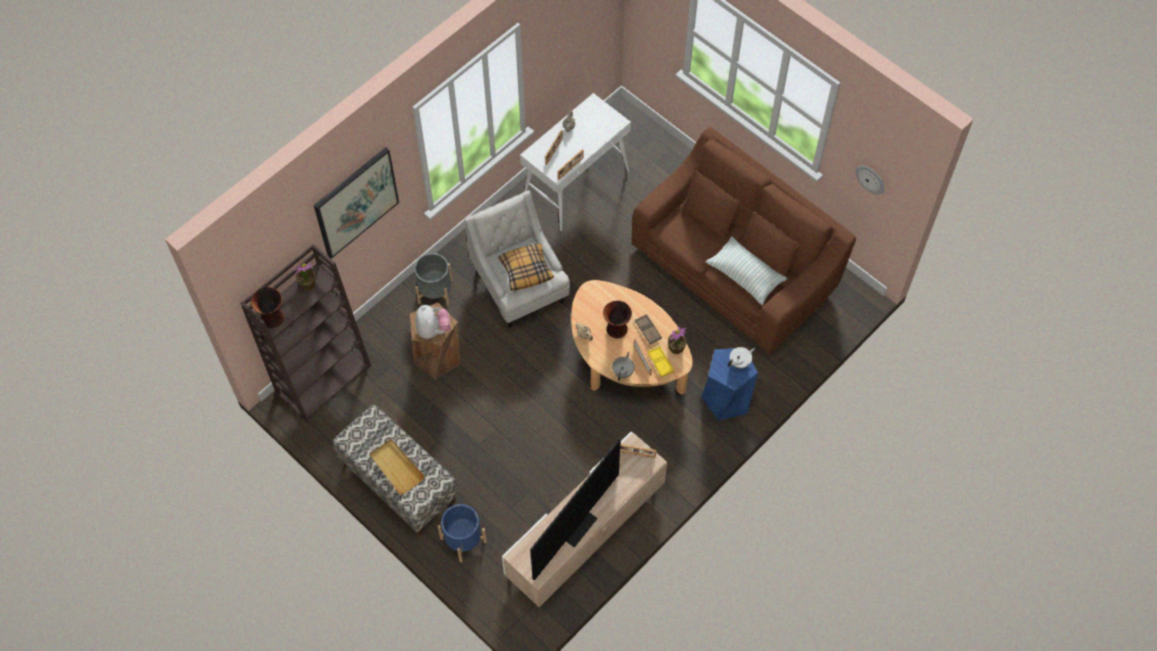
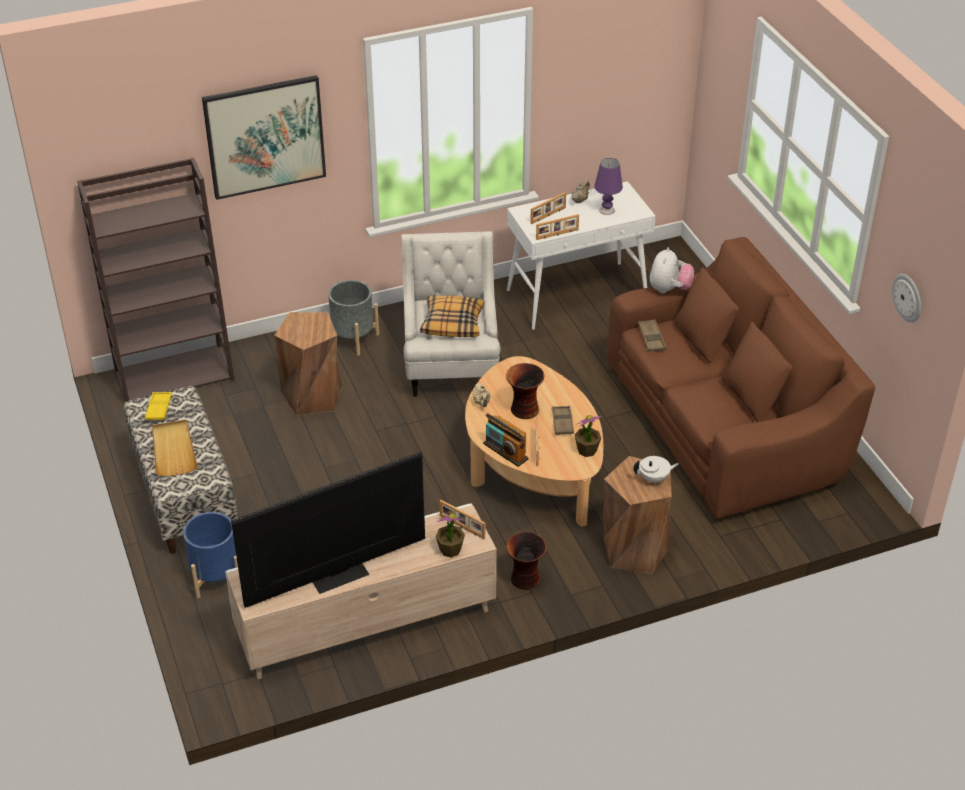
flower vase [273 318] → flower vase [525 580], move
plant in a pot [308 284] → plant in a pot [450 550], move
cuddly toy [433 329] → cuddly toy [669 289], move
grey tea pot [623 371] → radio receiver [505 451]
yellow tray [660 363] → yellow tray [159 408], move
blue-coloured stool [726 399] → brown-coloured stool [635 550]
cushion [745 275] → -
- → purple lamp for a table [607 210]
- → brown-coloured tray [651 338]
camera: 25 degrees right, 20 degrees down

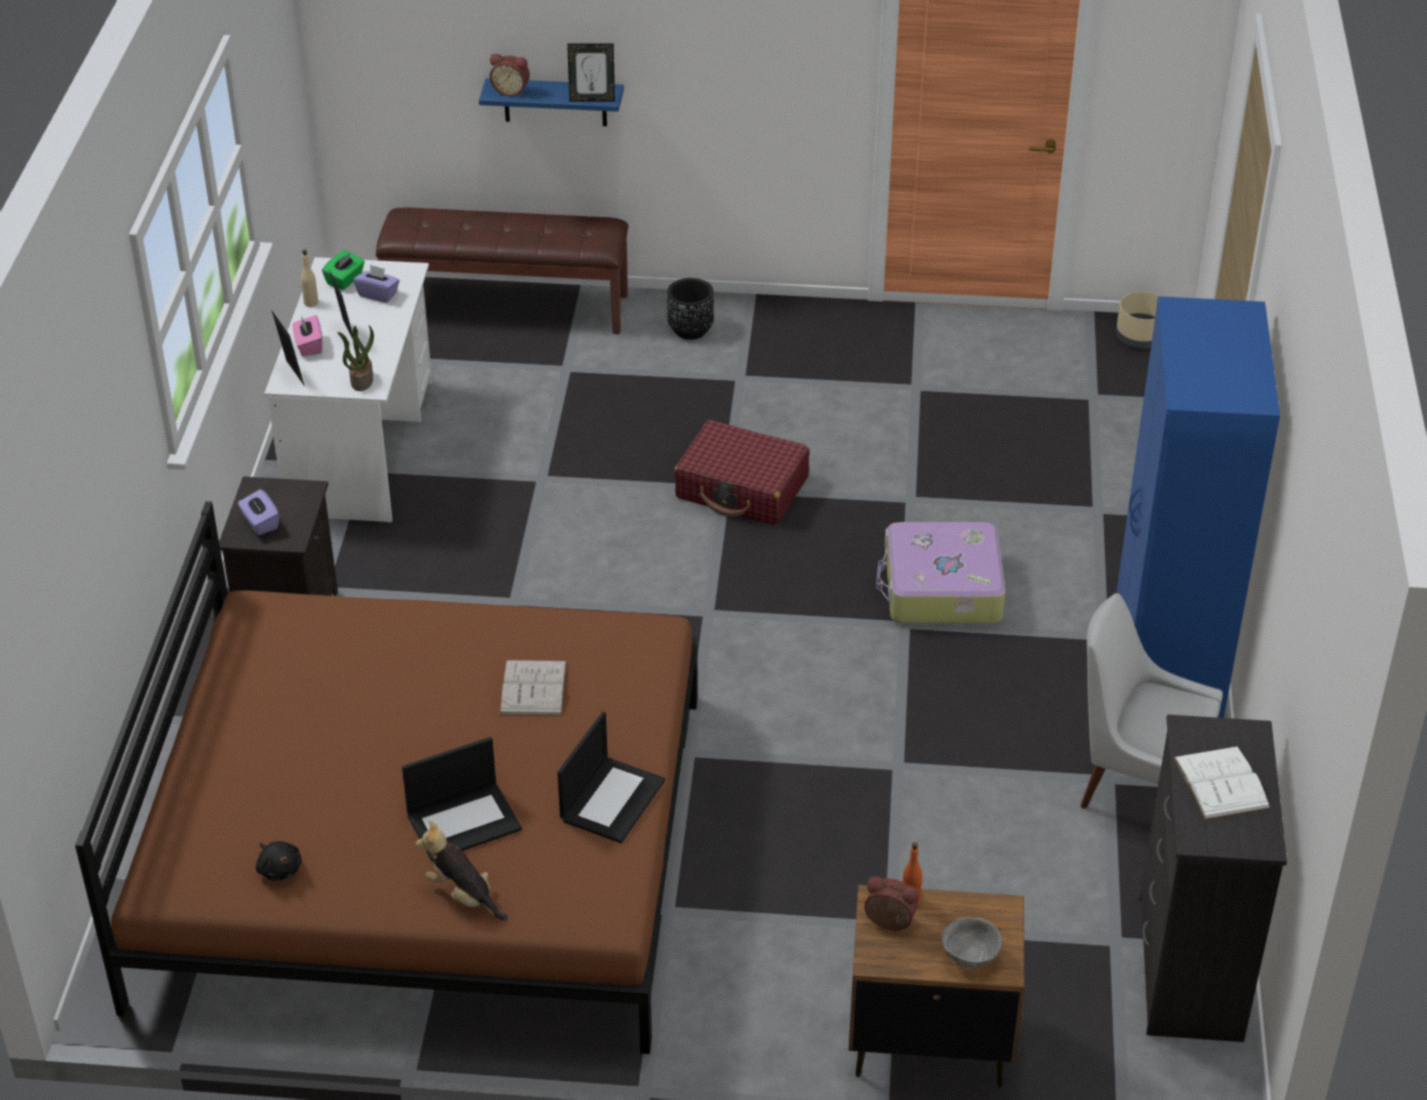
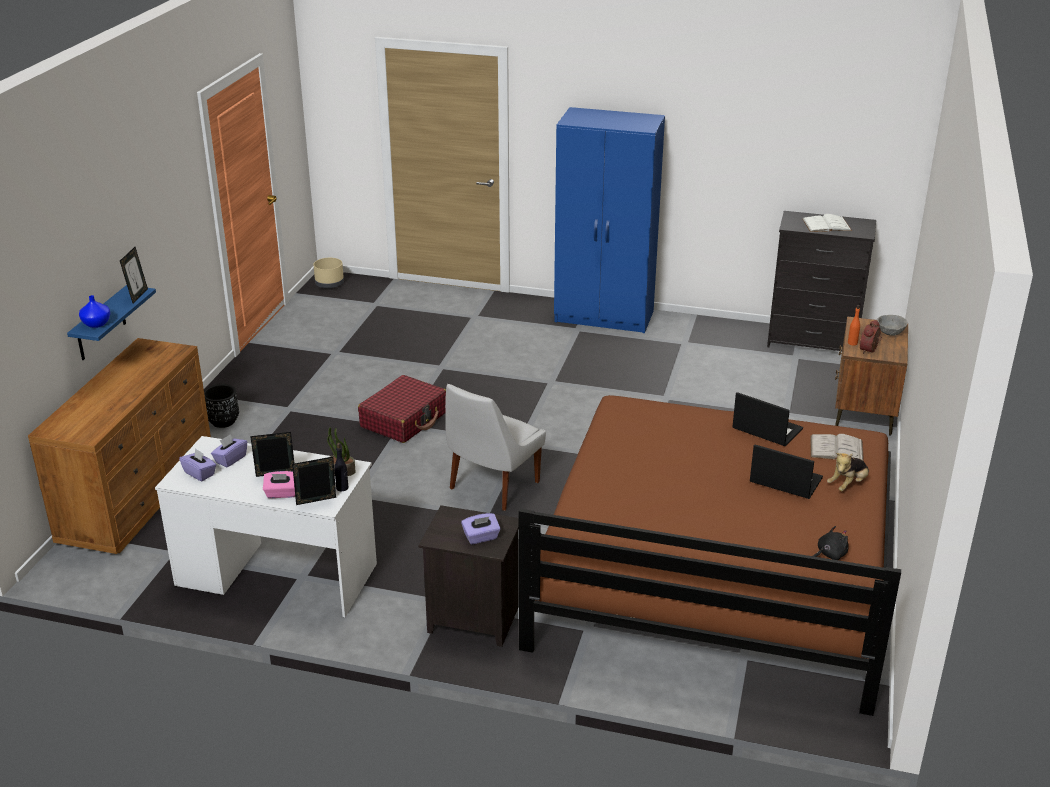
beige beverage bottle [310 302] → -
green box of tissues [345 280] → purple box of tissues [200 473]
brown-coloured indoor bench [508 307] → brown-coloured dresser [139 494]
portable computer [464 821] → portable computer [784 480], 45 degrees counterclockwise
bedside clock [511 90] → blue-coloured flower vase [96 323]
white-coloured bound book [533 688] → white-coloured bound book [836 449], move
piece of luggage [941 589] → -
white-coloured plain chair [1136 784] → white-coloured plain chair [492 487], move
- → black-coloured beverage bottle [342 488]
camera: 80 degrees left, 10 degrees down

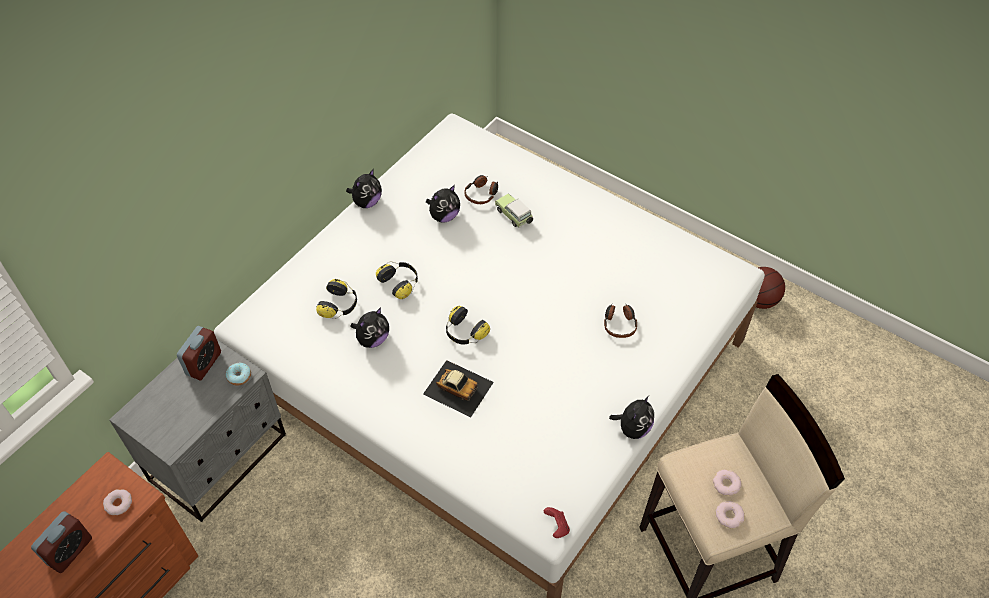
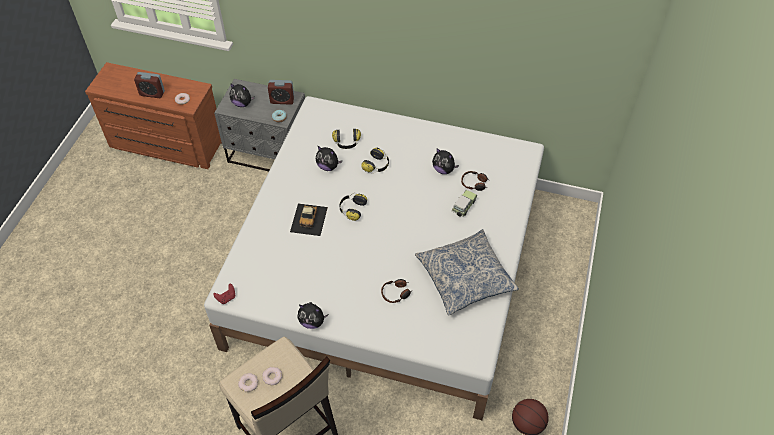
cuddly toy [367 202] → cuddly toy [242 103], move
- → cushion [465 277]
camera: 70 degrees right, 0 degrees up

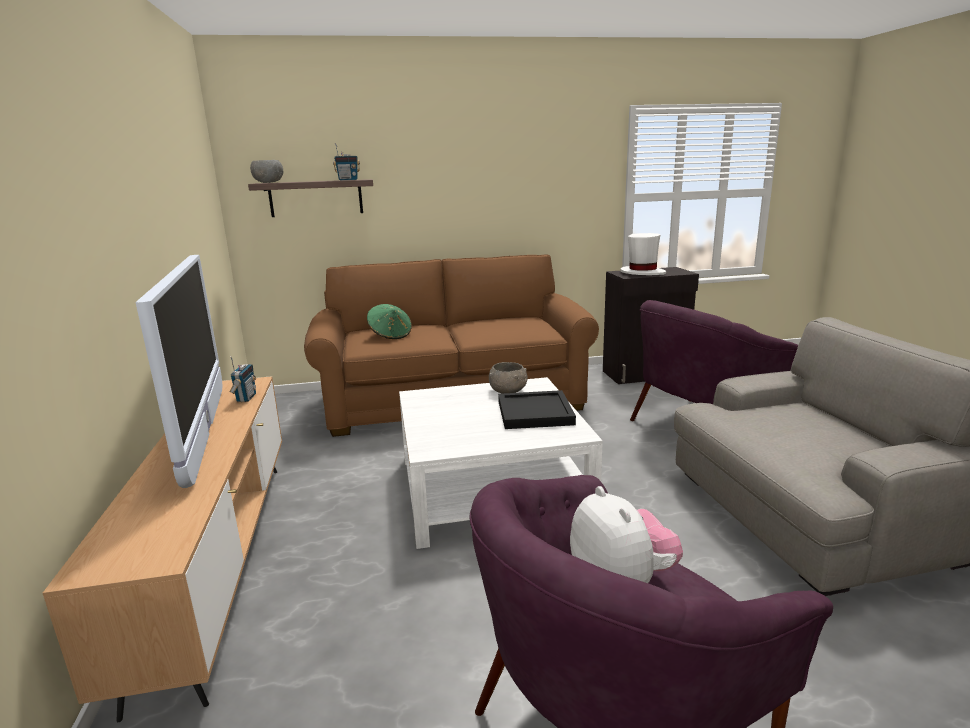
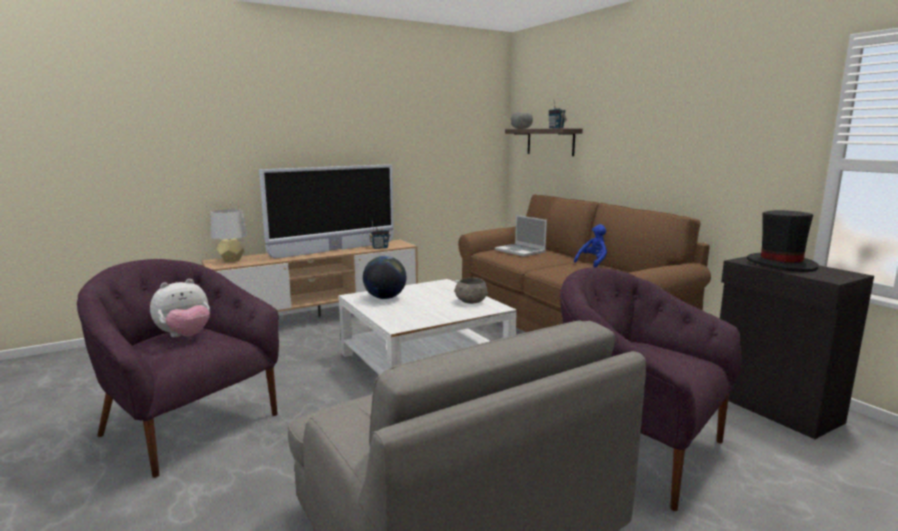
green clothing hat [390 335] → portable computer [521 251]
black-coloured tray [535 412] → -
white-coloured clothing hat [642 273] → black-coloured clothing hat [781 264]
- → grey lamp for a table [231 260]
- → globe [385 298]
- → blue-coloured cuddly toy [593 262]
camera: 70 degrees right, 5 degrees down

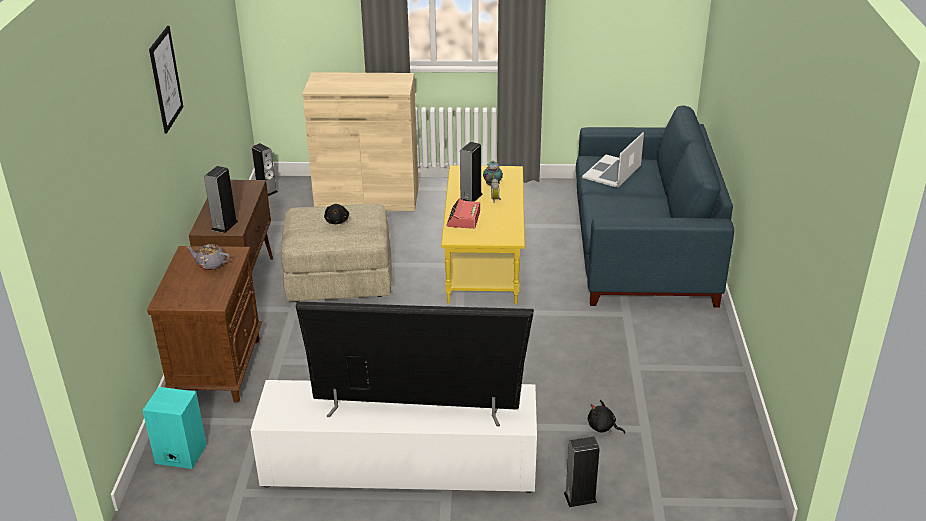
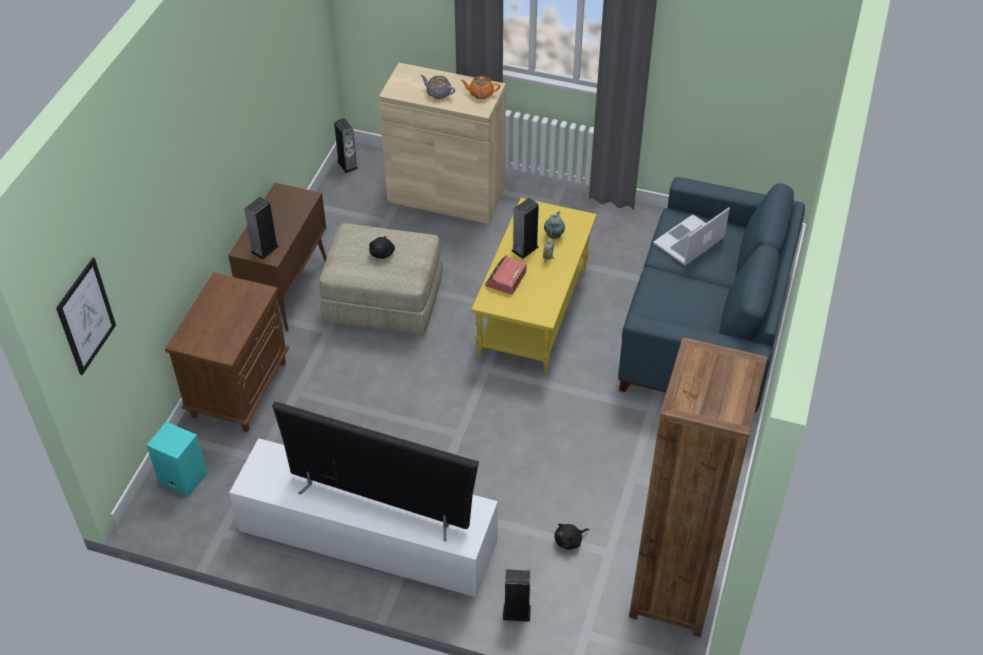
picture [166 79] → picture [86 316], move
grey tea pot [210 264] → grey tea pot [438 93], move
black-coloured cuddly toy [603 427] → black-coloured cuddly toy [569 541], 75 degrees counterclockwise
- → orange tea pot [480 93]
- → brown-coloured shelving unit [674 590]
camera: 15 degrees right, 15 degrees up

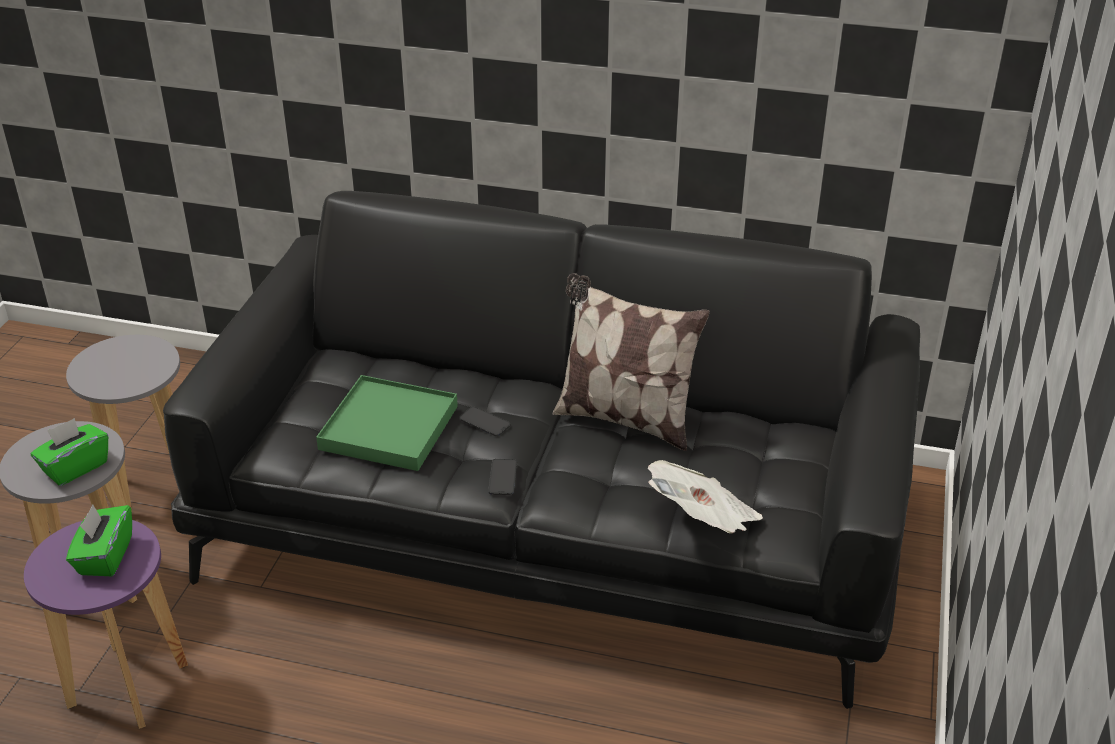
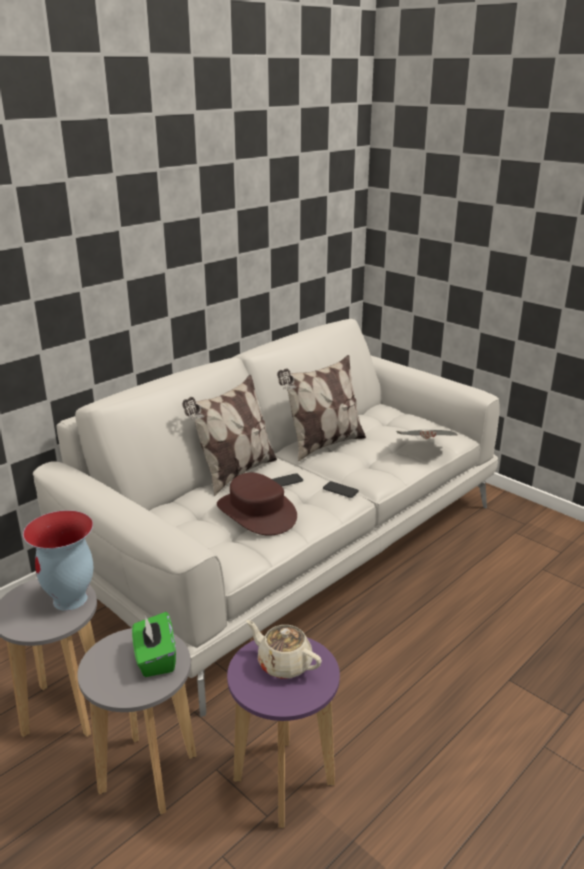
green box of tissues [105 556] → beige tea pot [283 663]
black-coloured settee [557 523] → white-coloured settee [292 542]
green tray [389 428] → brown-coloured clothing hat [257 512]
- → flower vase [70 600]
- → cushion [234 473]
camera: 60 degrees left, 10 degrees down

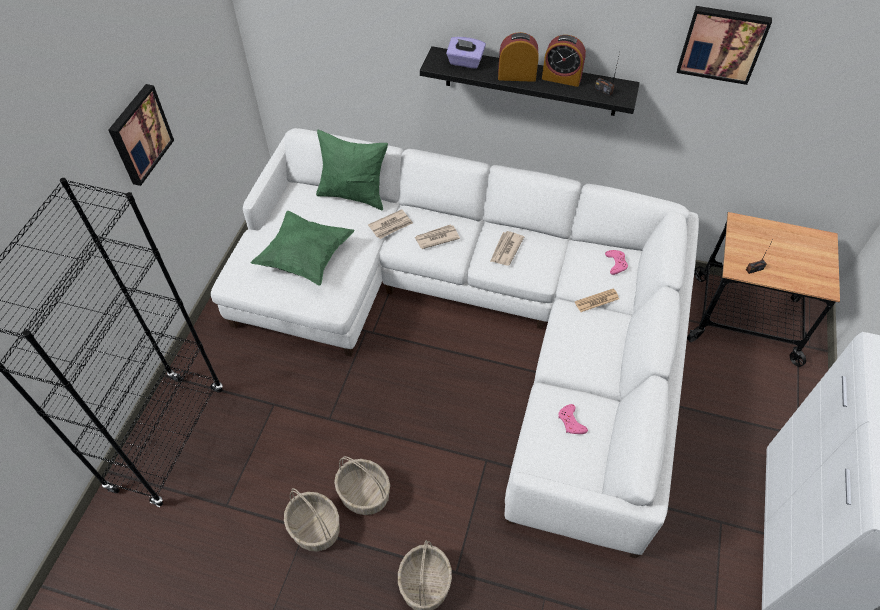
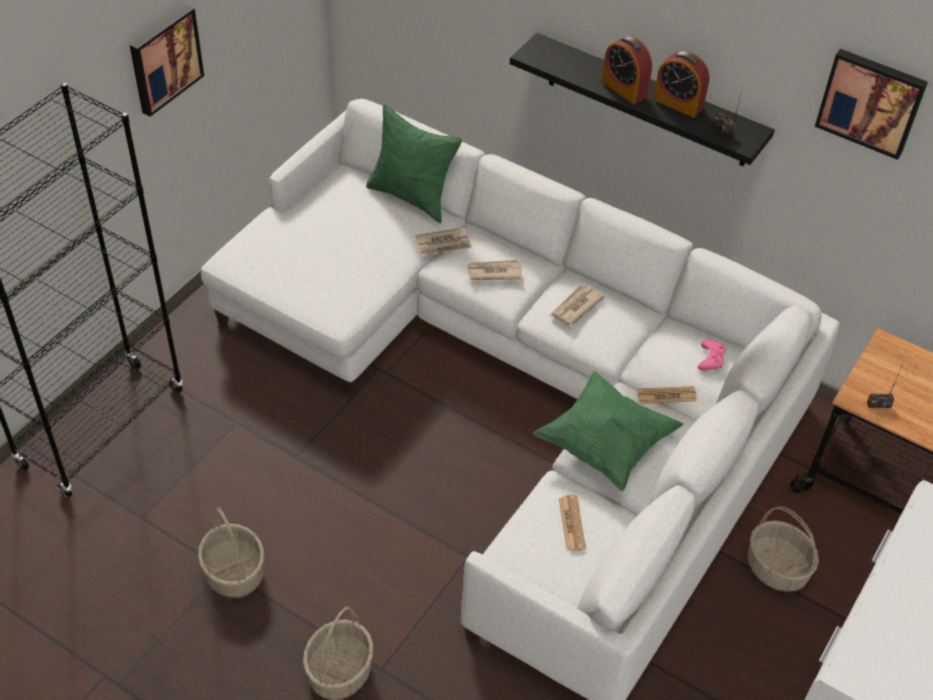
green cushion [305 258] → green cushion [605 444], move
household basket [365 494] → household basket [777 568], move
purple box of tissues [465 62] → -
bedside clock [516 75] → bedside clock [624 89], 150 degrees counterclockwise
pink-coloured joypad [571 422] → printed paper [572 523]
camera: 15 degrees right, 5 degrees down

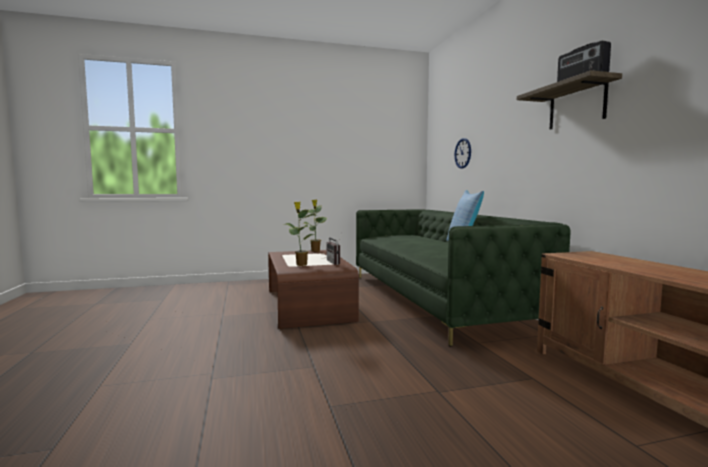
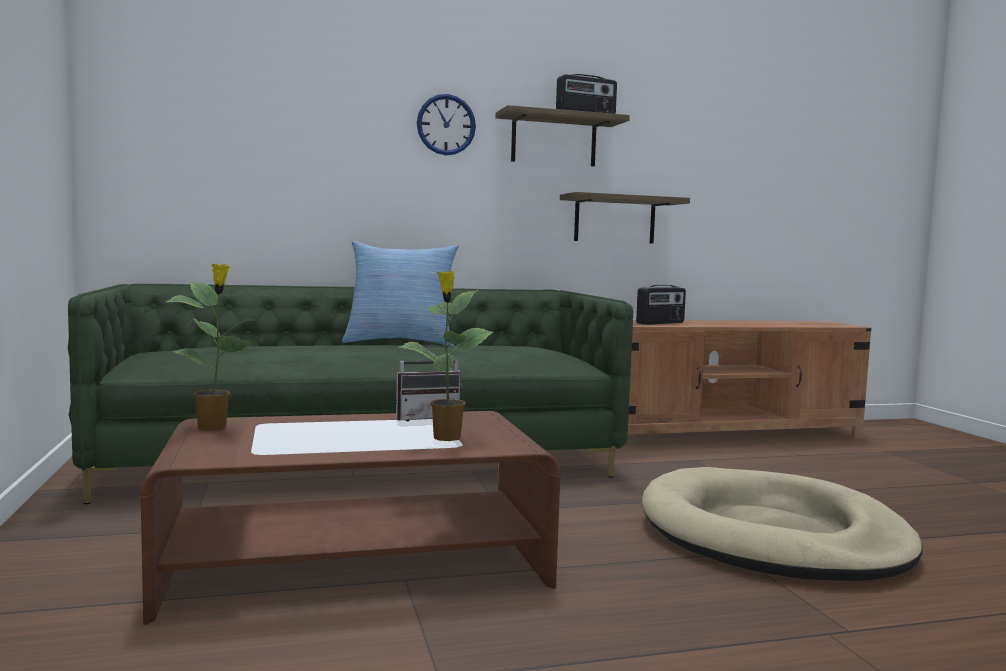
wall clock [463 153] → wall clock [446 124], move
- → wall shelf [614 219]
- → radio receiver [661 323]
- → beige dog cushion [771 535]
camera: 90 degrees left, 0 degrees up

